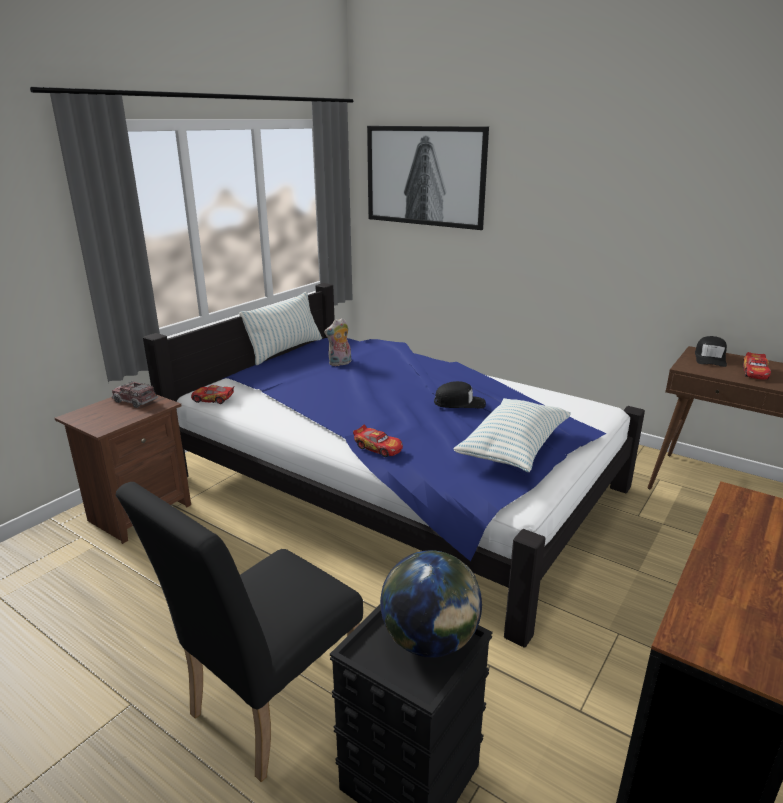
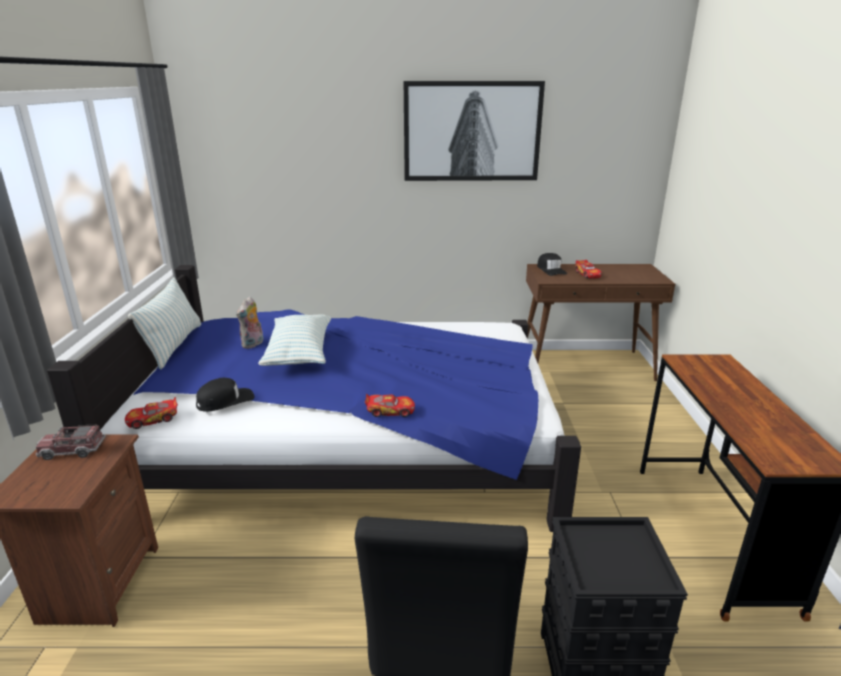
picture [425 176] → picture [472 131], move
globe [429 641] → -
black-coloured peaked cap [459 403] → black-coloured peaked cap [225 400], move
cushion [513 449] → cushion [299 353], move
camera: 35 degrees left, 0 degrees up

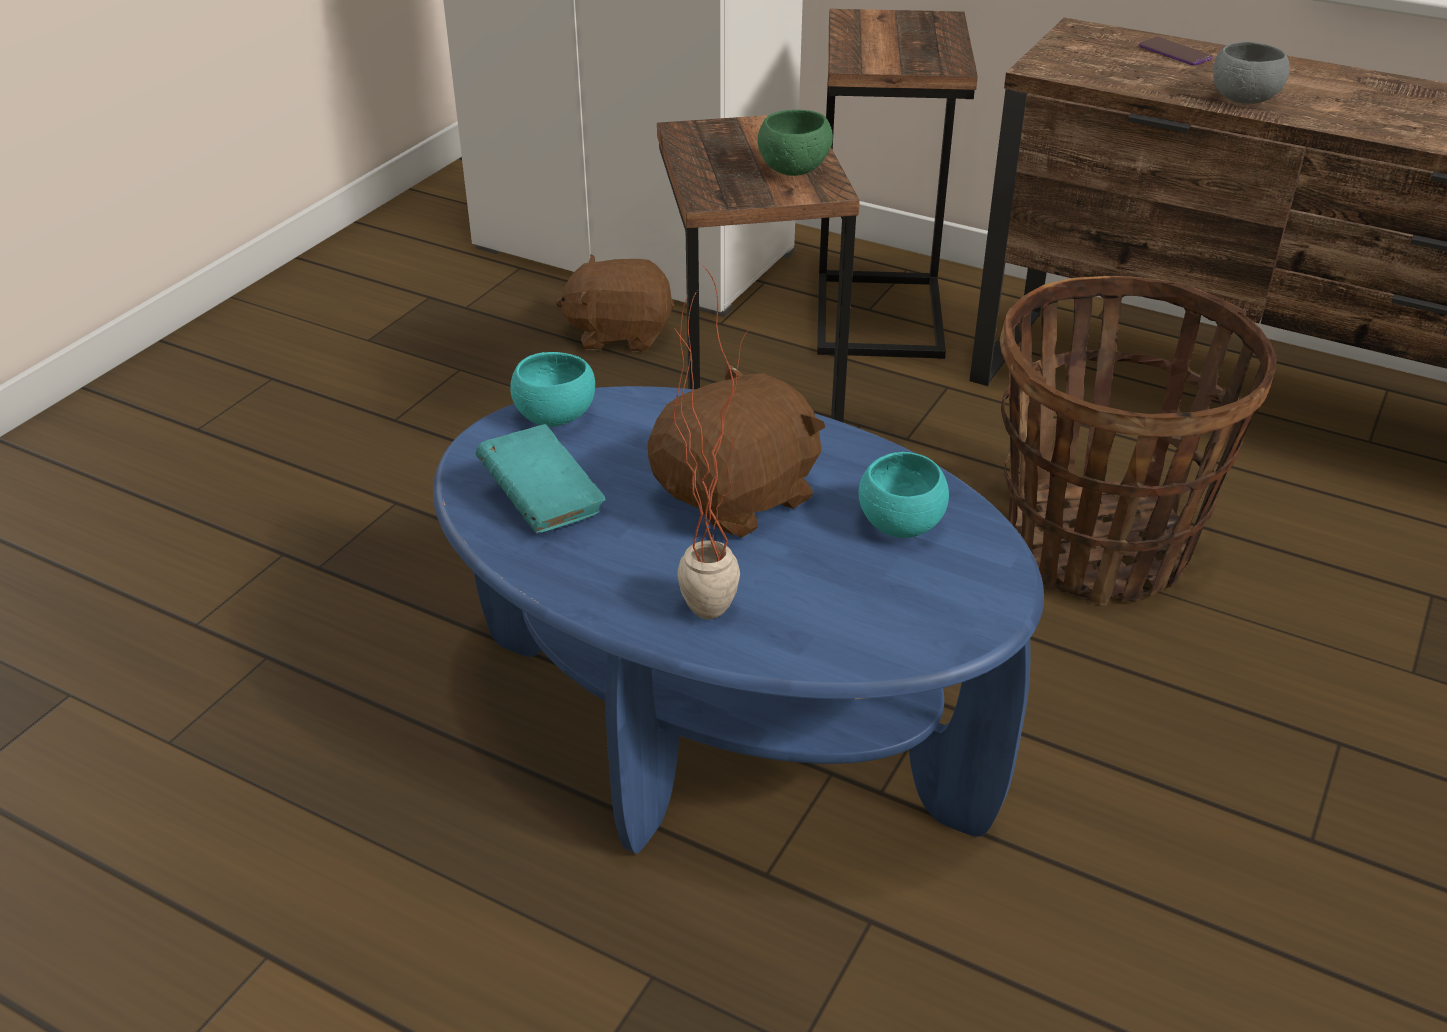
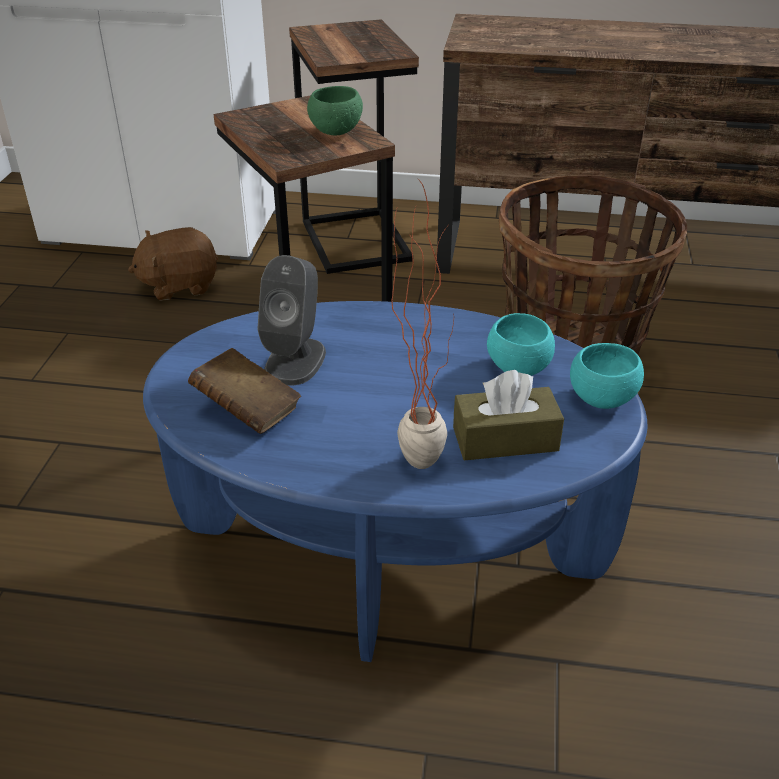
blue-green bound book [543 503] → brown-coloured bound book [247 410]
blue-green bowl [555 417] → blue-green bowl [602 398], move
brown-coloured cuddly toy [738 497] → -
phone [1174 53] → -
grey bowl [1244 99] → -
- → grey speaker [295 360]
- → brown-coloured box of tissues [505 439]
camera: 20 degrees left, 0 degrees up

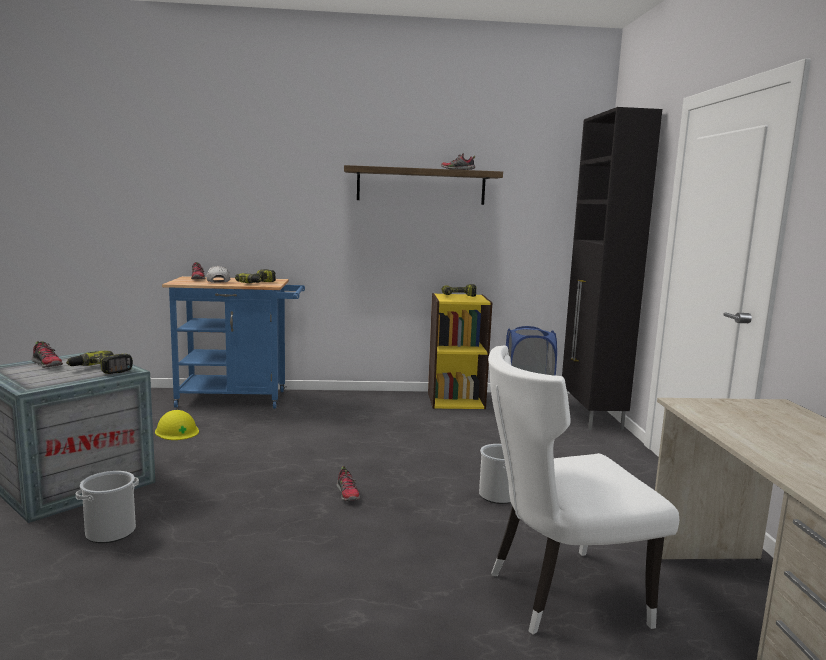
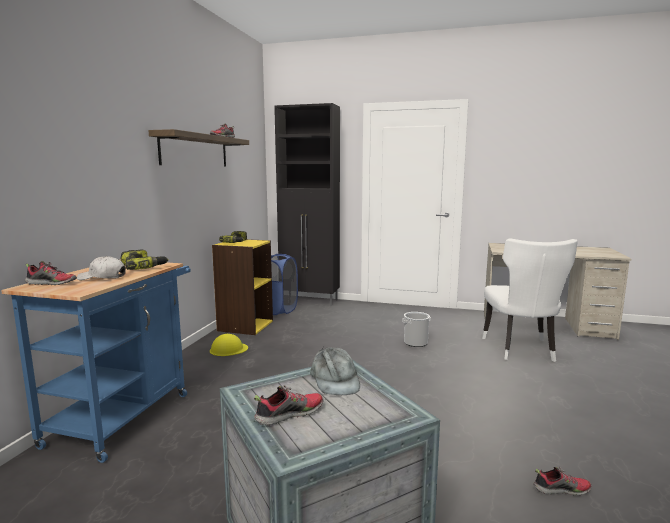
drill [100 370] → grey peaked cap [334 380]
pail [111 532] → -
yellow work helmet [177 431] → yellow work helmet [228 349], move
low shoe [347 494] → low shoe [561 489], move
camera: 70 degrees left, 0 degrees up

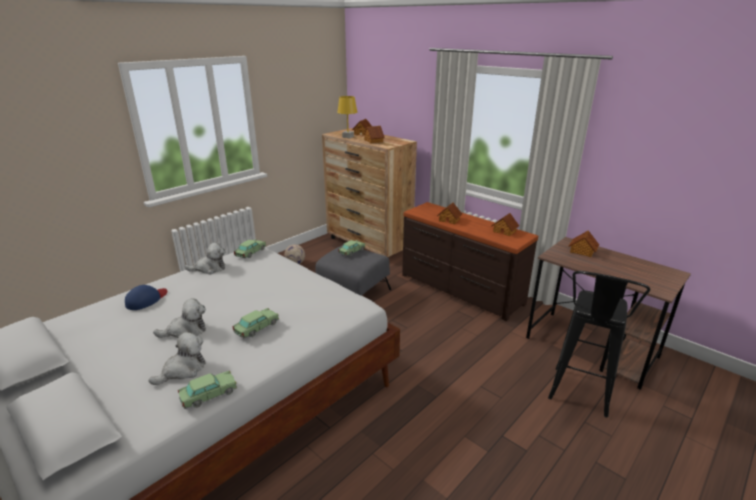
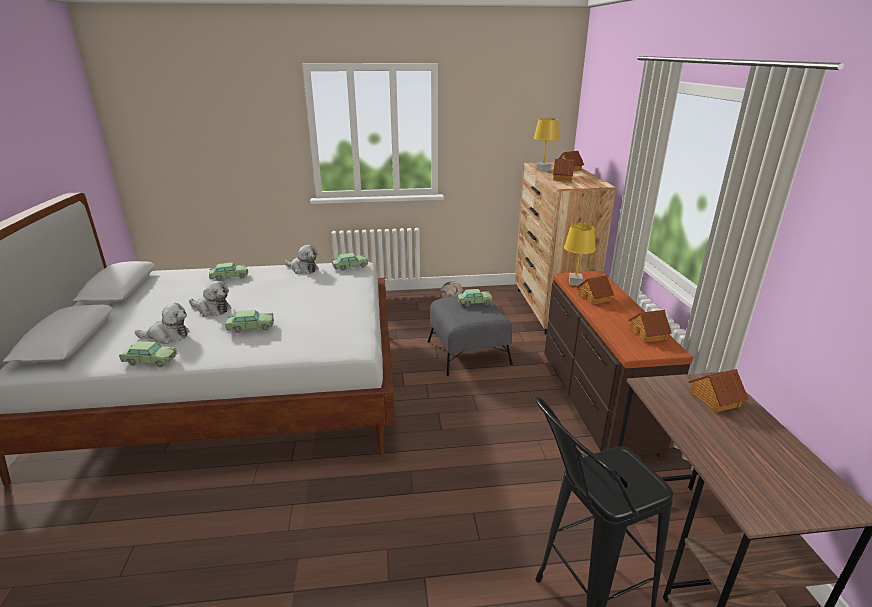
blue-coloured peaked cap [146 299] → model car [229 277]
- → yellow lamp for a table [574 283]
camera: 40 degrees right, 0 degrees up

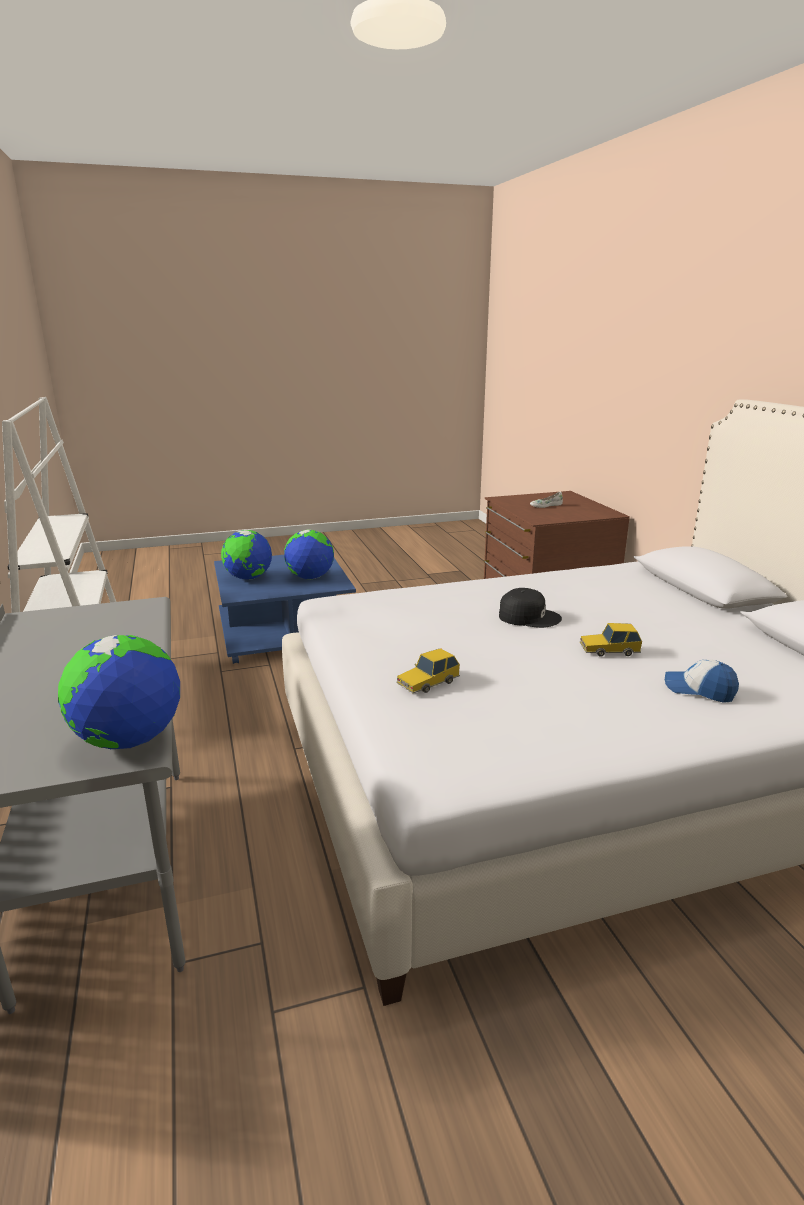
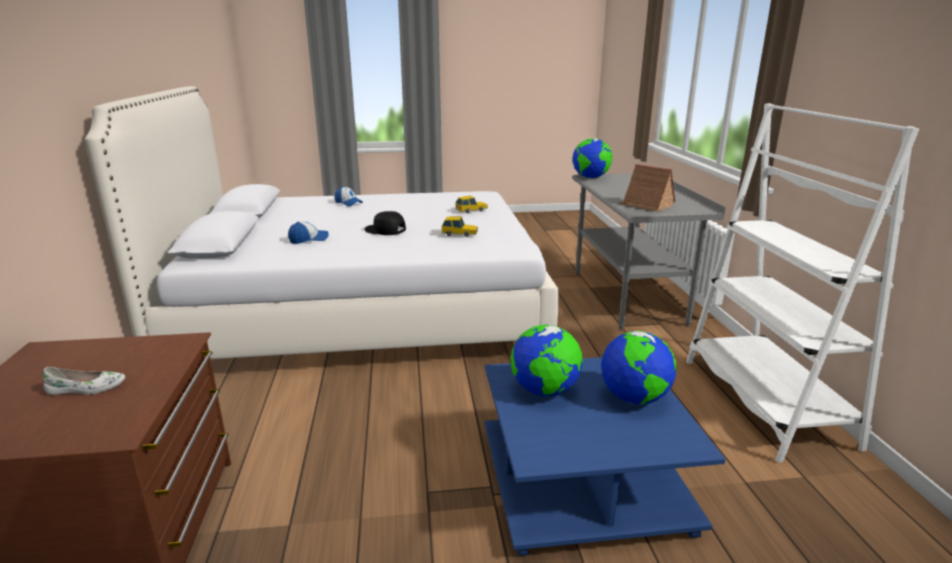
model car [609 650] → model car [459 233], move
- → peaked cap [308 239]
- → toy house [646 205]
camera: 170 degrees left, 0 degrees up

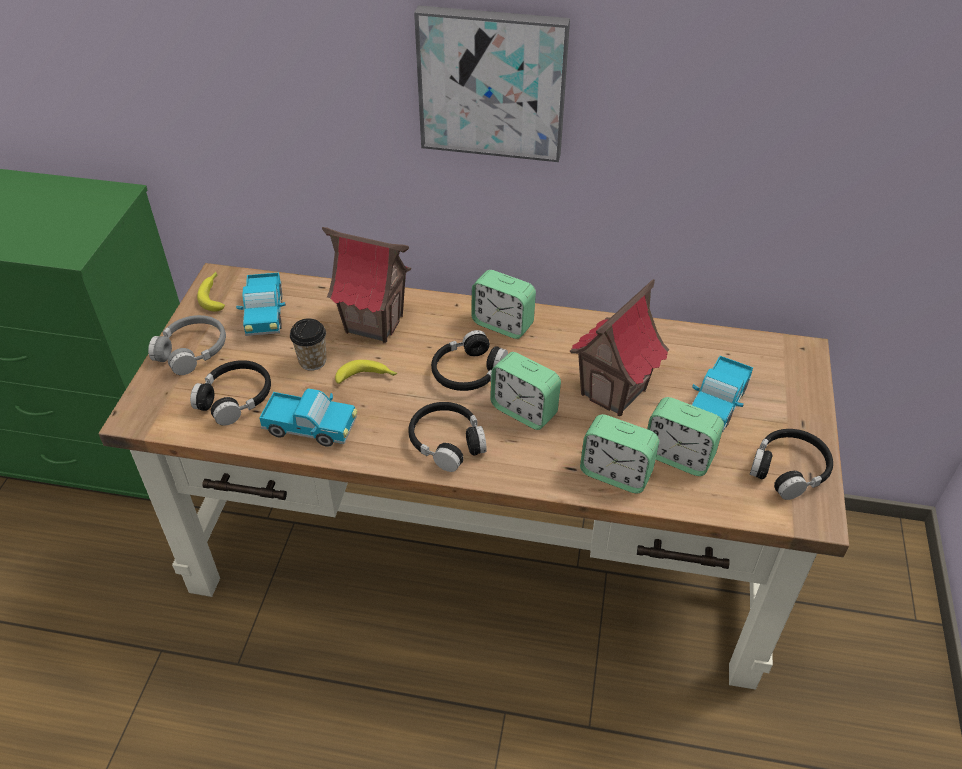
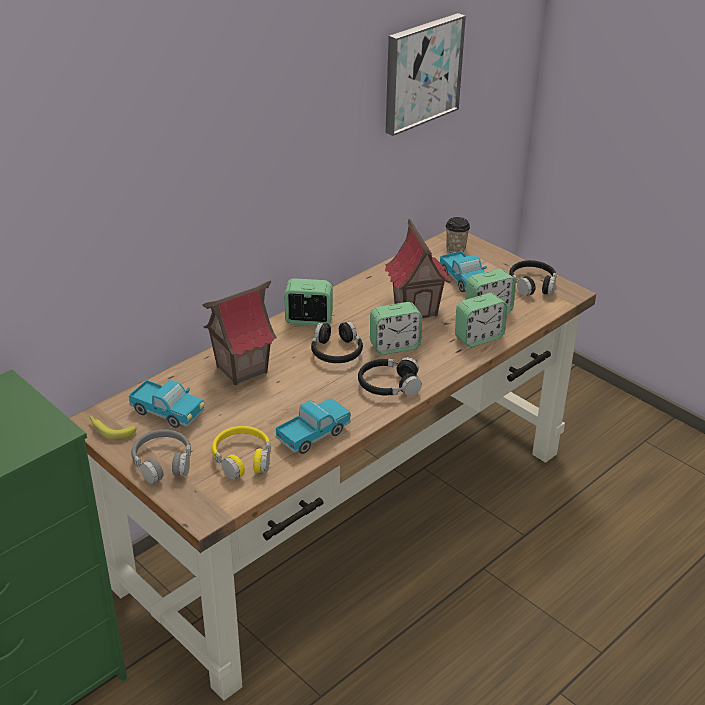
black-coloured headphones [235 398] → yellow headphones [243 459]
small cup [312 361] → small cup [456 249], move
banana fruit [367 377] → -
picture [492 83] → picture [421 72], move
bedside clock [502 324] → bedside clock [309 320], 150 degrees counterclockwise
camera: 55 degrees left, 10 degrees down

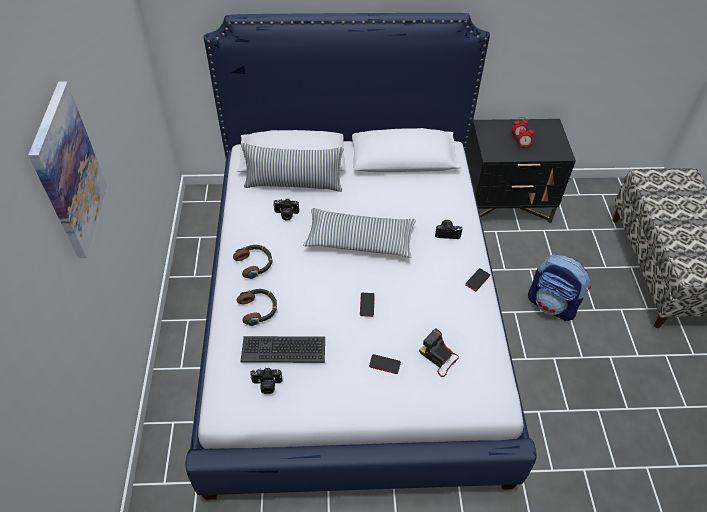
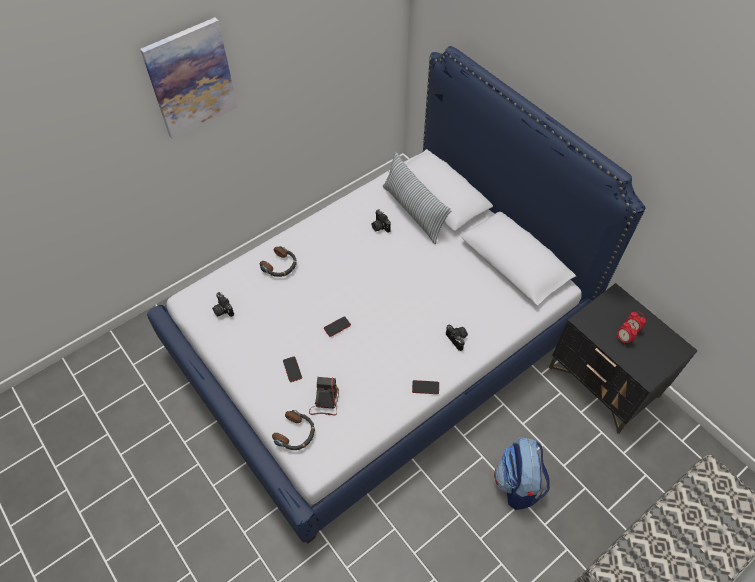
headphones [254 263] → headphones [296 434], move
computer keyboard [283 349] → -
cushion [360 240] → -
camera: 55 degrees right, 5 degrees up

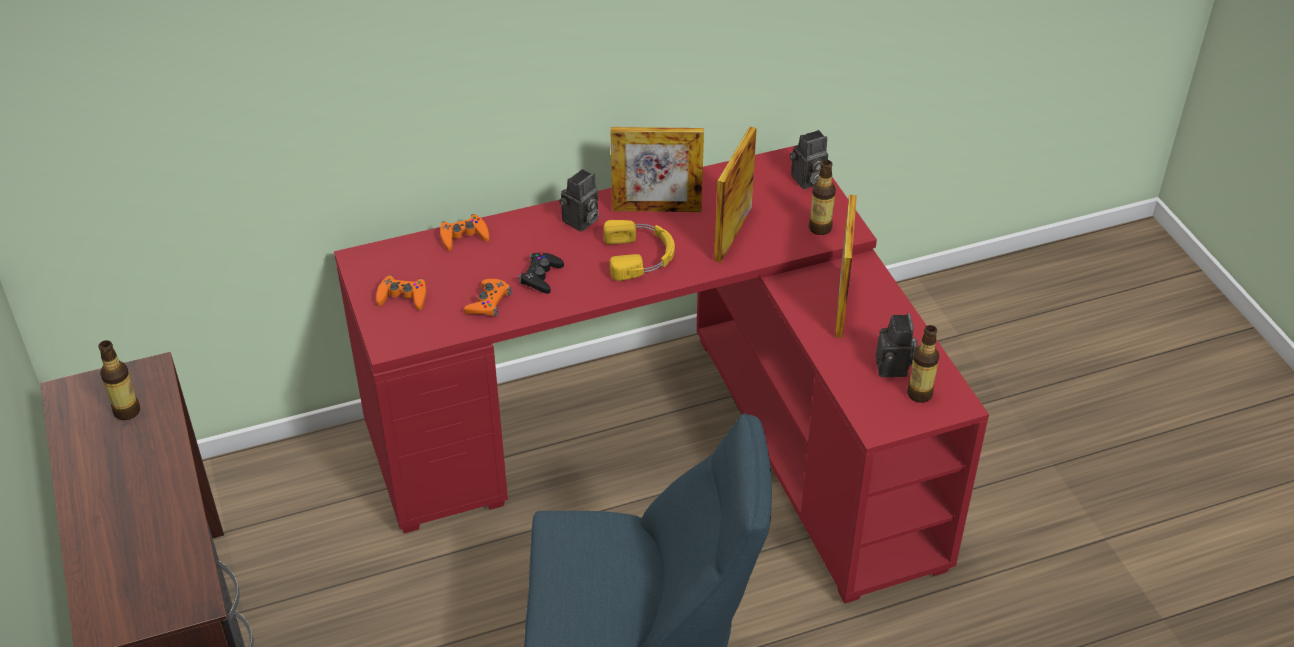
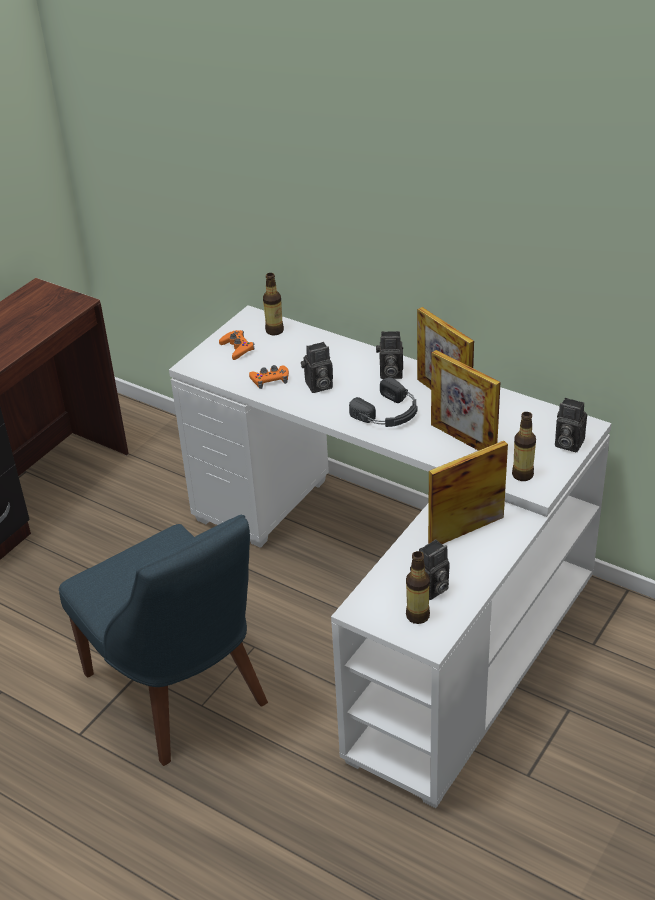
beverage bottle [127 411] → beverage bottle [274 330], move
red-coloured desk table [672 441] → white-coloured desk table [398 590]
orange joypad [463 236] → -
black-coloured joypad [541 276] → photo camera [318 386]
yellow headphones [640 255] → black-coloured headphones [388 413]
standing frame [733 233] → standing frame [463 439], 120 degrees counterclockwise
camera: 55 degrees right, 5 degrees down

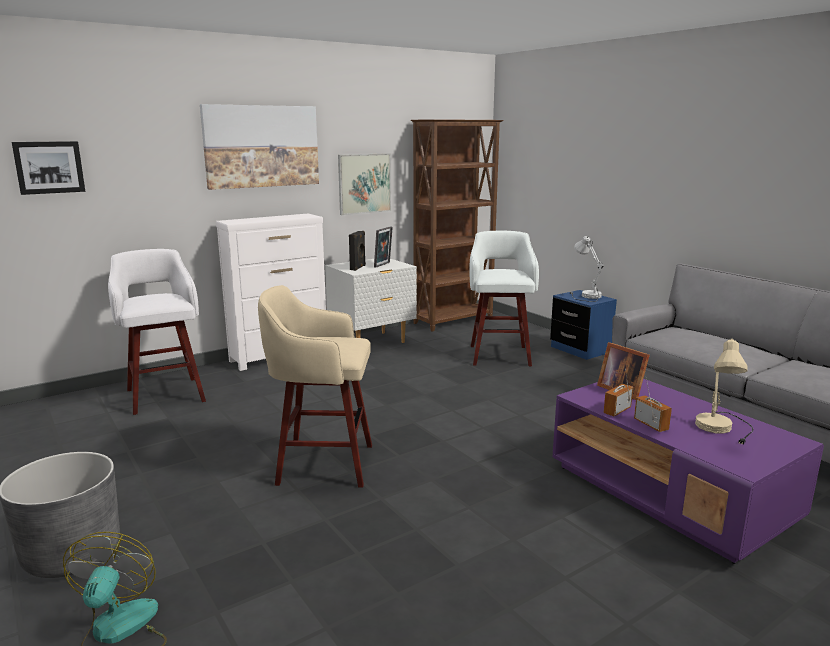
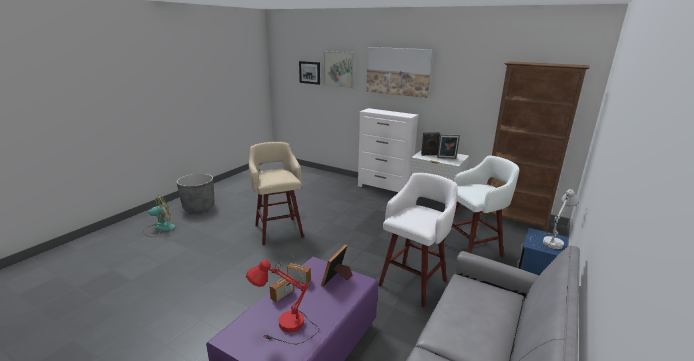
white-coloured stool [165 394] → white-coloured stool [414 282], move
picture [364 183] → picture [339 69], move
beige lamp for a table [724 431] → red-coloured lamp for a table [286 329]
camera: 65 degrees right, 5 degrees up

